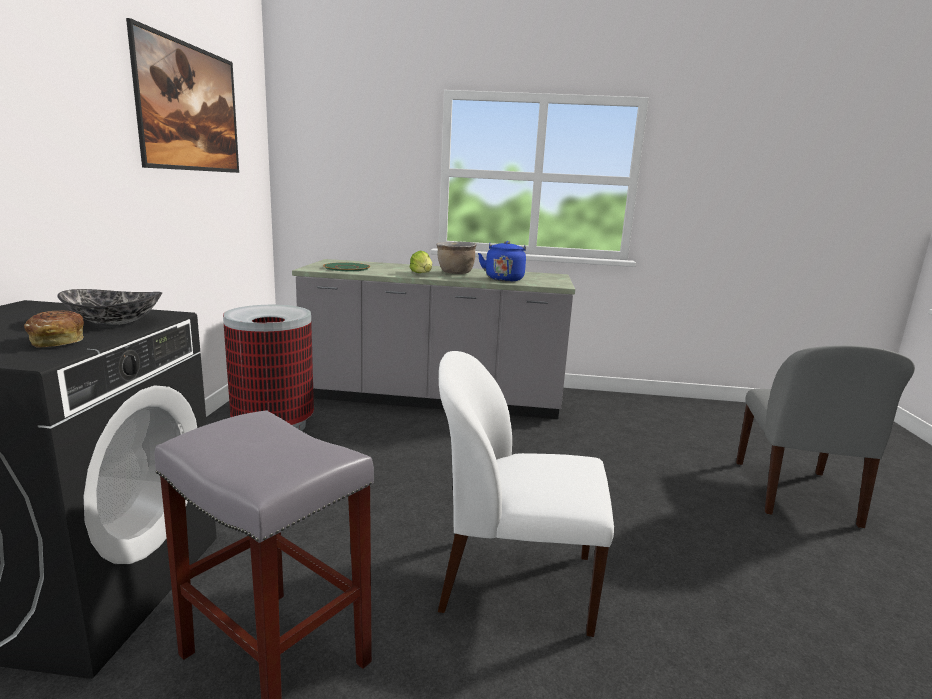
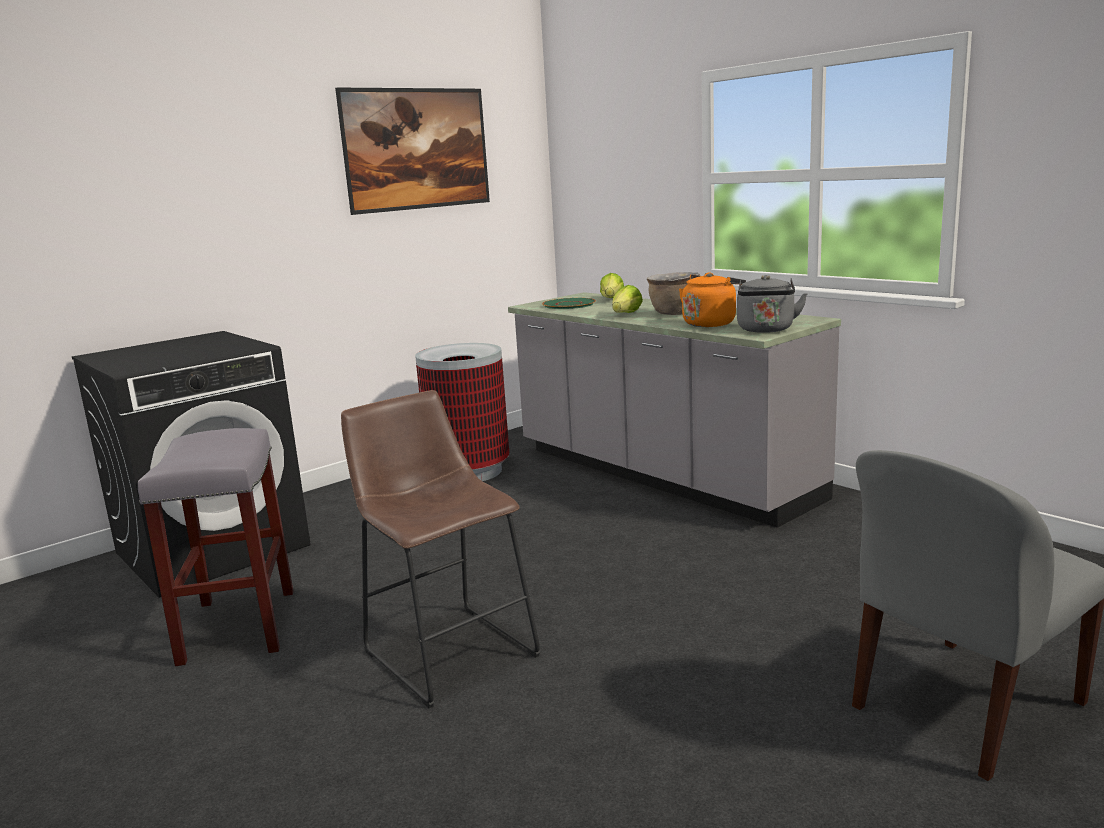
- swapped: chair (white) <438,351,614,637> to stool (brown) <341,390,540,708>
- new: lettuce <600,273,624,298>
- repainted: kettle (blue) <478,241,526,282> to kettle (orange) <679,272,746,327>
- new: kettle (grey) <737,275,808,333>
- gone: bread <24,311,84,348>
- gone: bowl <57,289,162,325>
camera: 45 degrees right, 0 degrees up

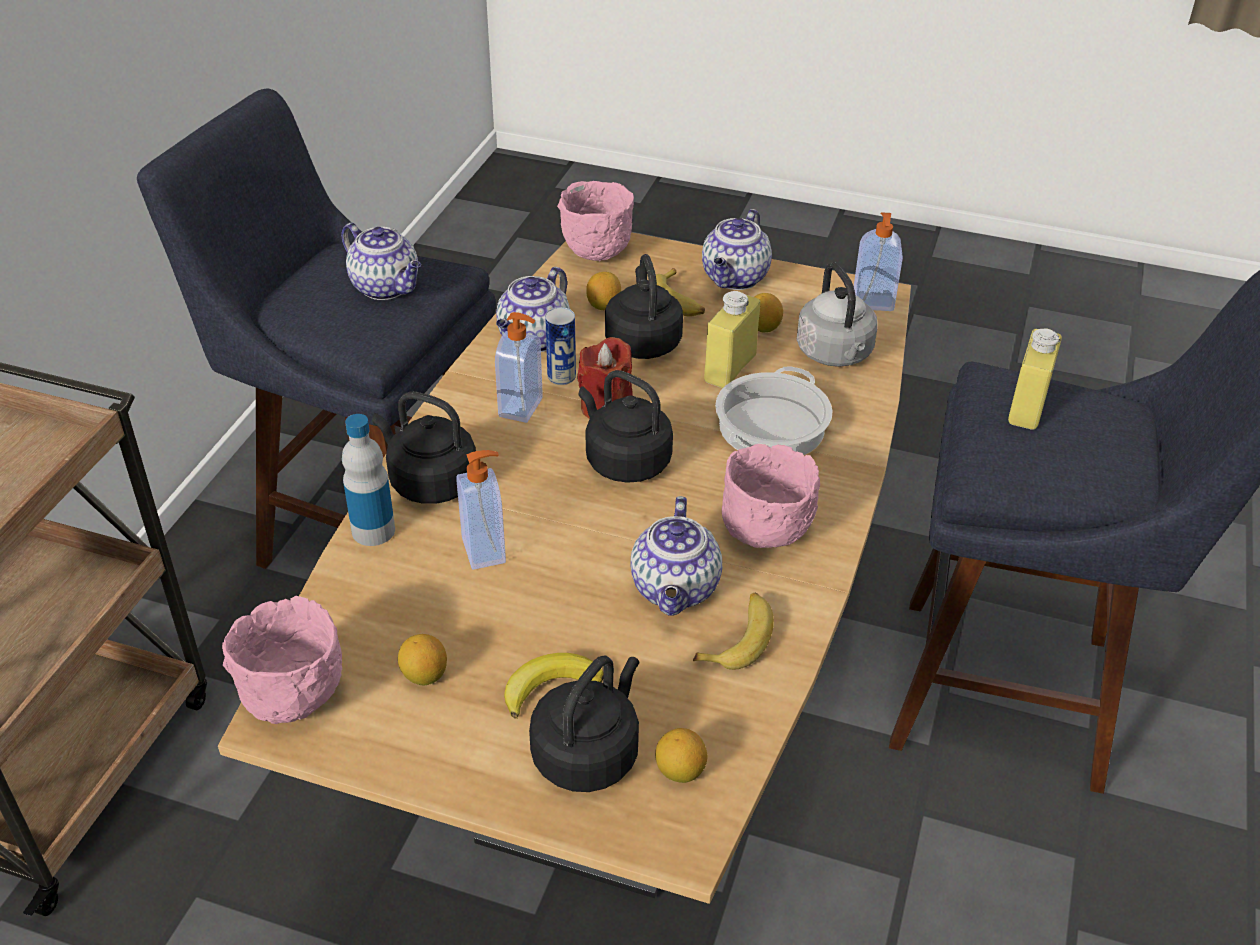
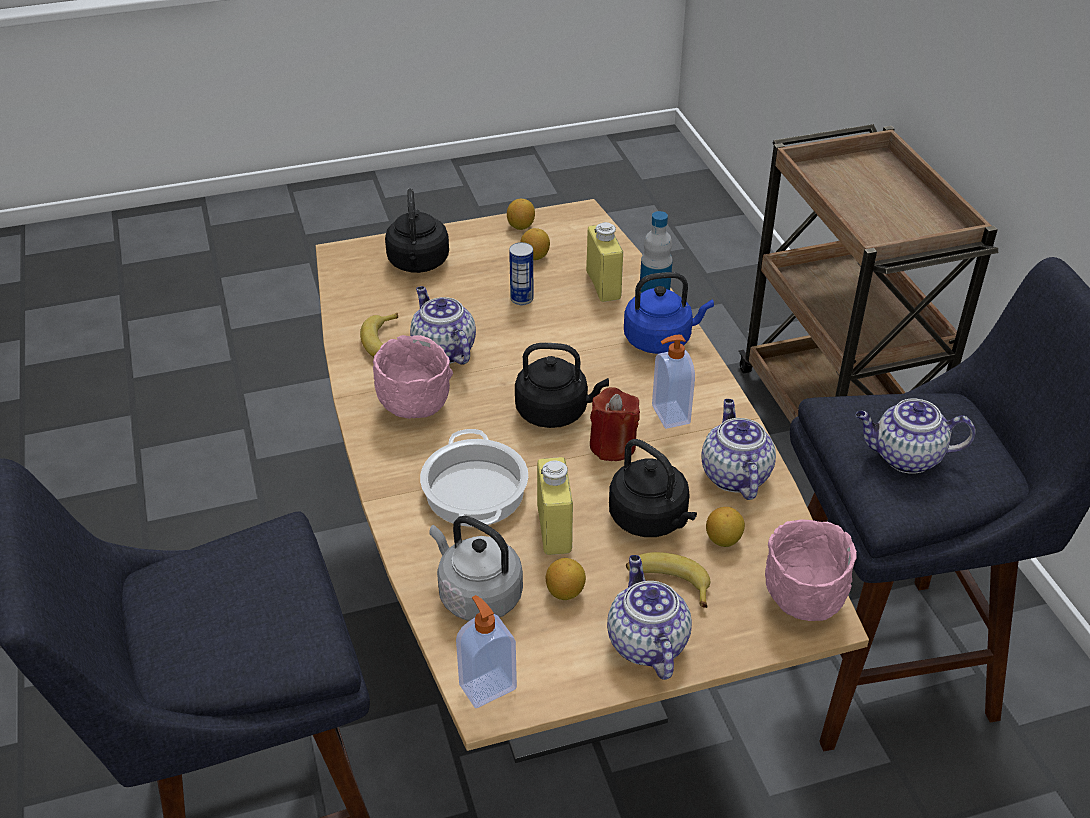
- shifted: lemon <655,728,708,783> to <507,199,535,230>
- shifted: can <545,307,576,385> to <509,242,534,305>
- shifted: bottle (yellow) <1008,328,1062,430> to <586,222,623,302>
- repainted: kettle (black) <372,391,476,504> to kettle (blue) <624,272,714,354>
- gone: bowl (pink) <222,596,342,724>
- gone: soap dispenser <456,450,506,570>
- gone: banana <504,653,604,719>
camera: 145 degrees right, 0 degrees up

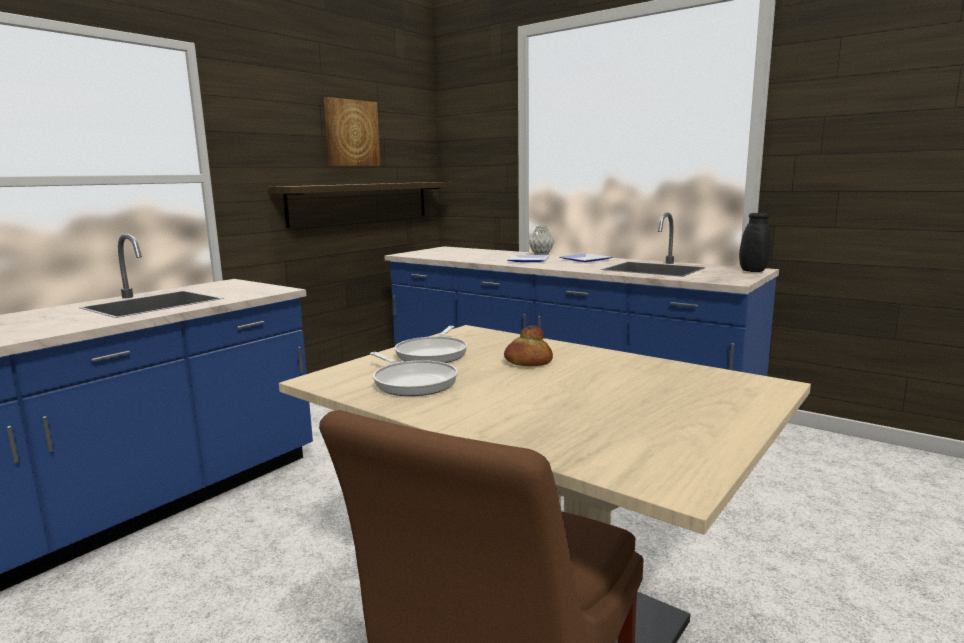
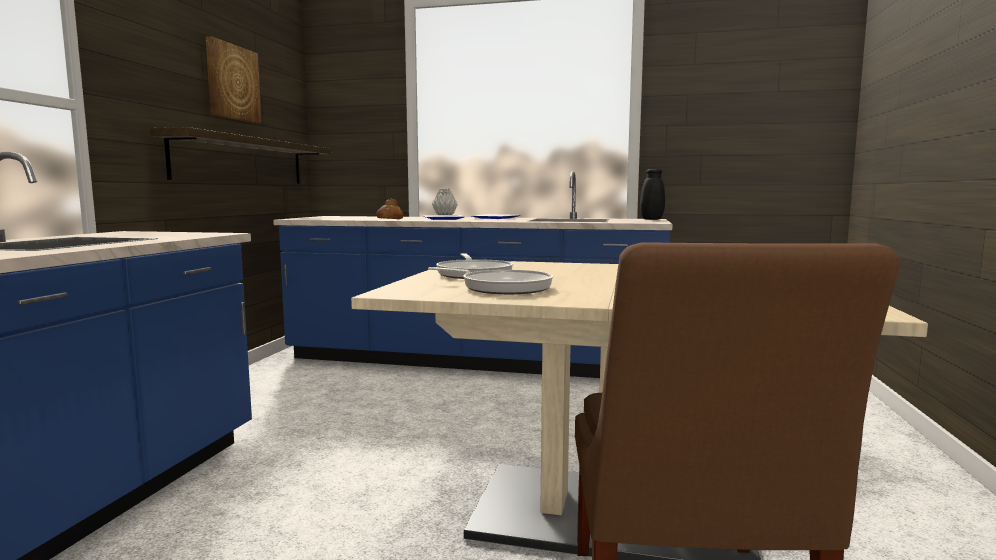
- shifted: bread <504,325,553,366> to <376,199,404,219>
camera: 25 degrees left, 5 degrees down

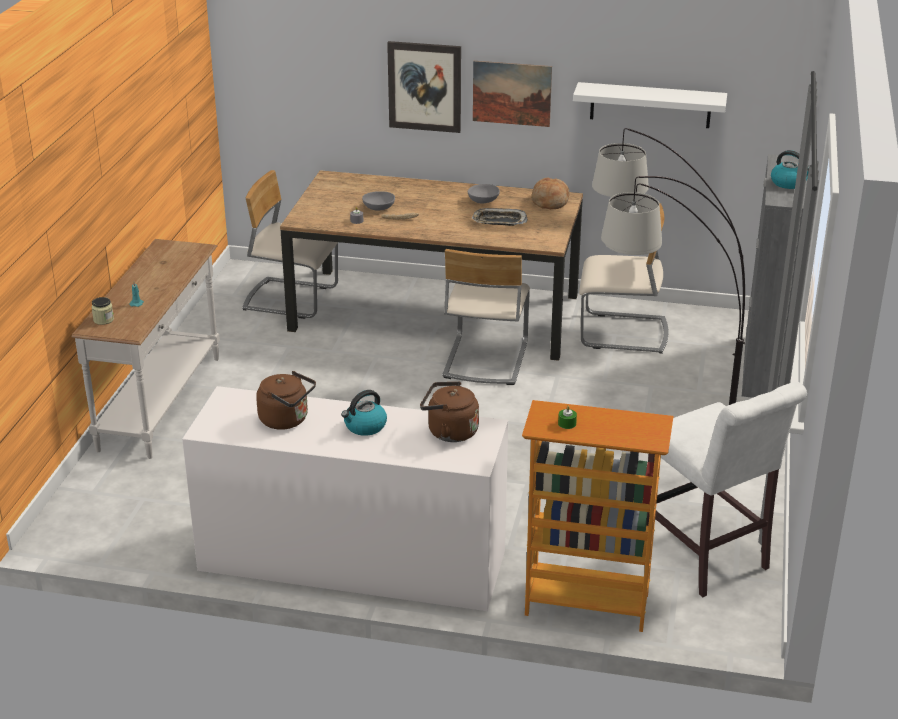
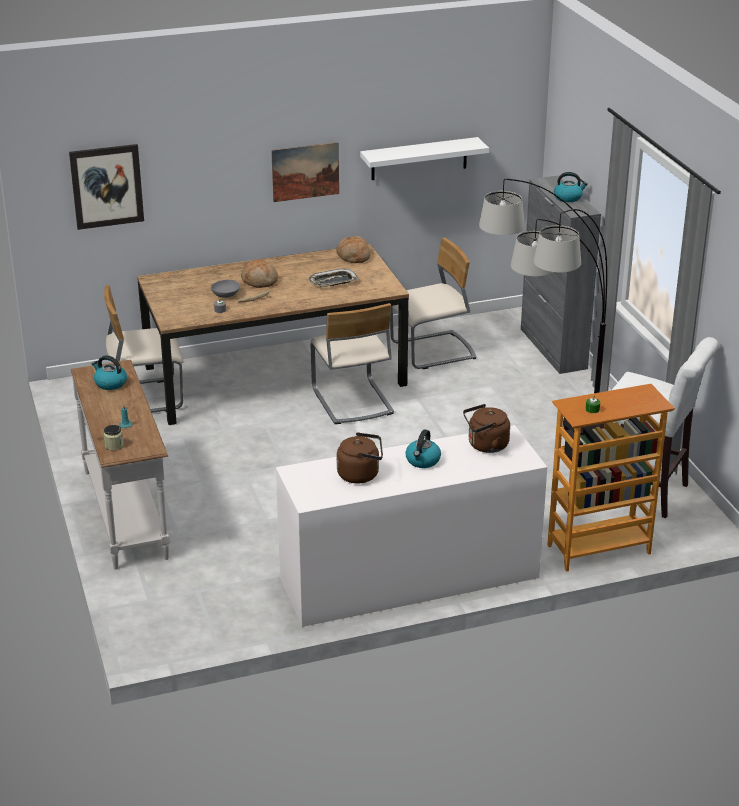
- shifted: picture <387,41,461,133> to <69,144,144,230>
- new: kettle <92,355,127,390>
- new: bread <241,259,278,288>
- gone: bowl (grey) <468,184,500,203>
camera: 30 degrees left, 0 degrees up

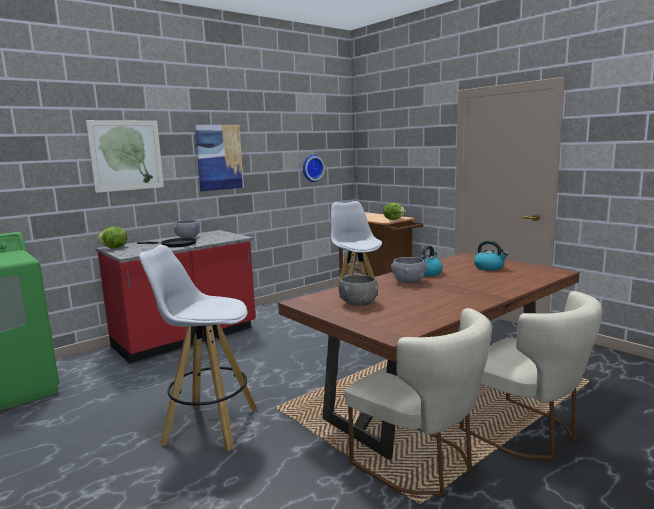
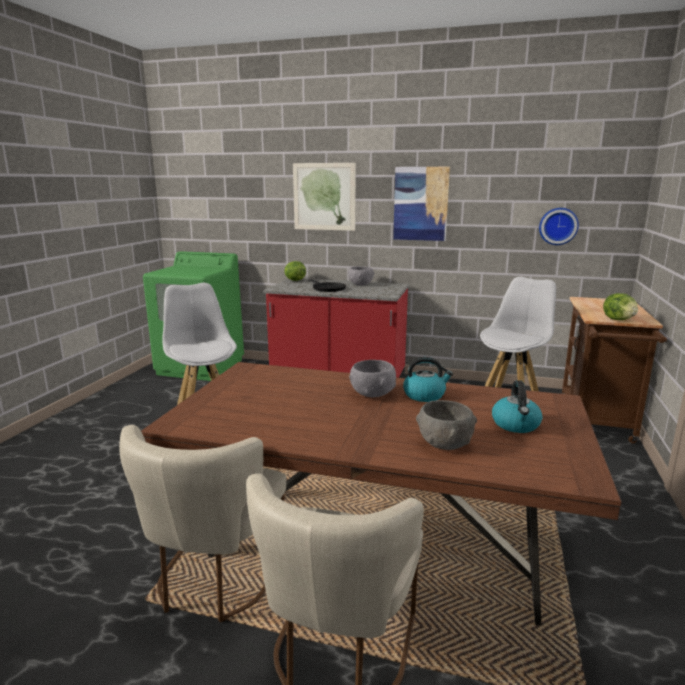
- shifted: bowl (grey) <338,275,378,306> to <416,400,477,450>
camera: 55 degrees right, 5 degrees up

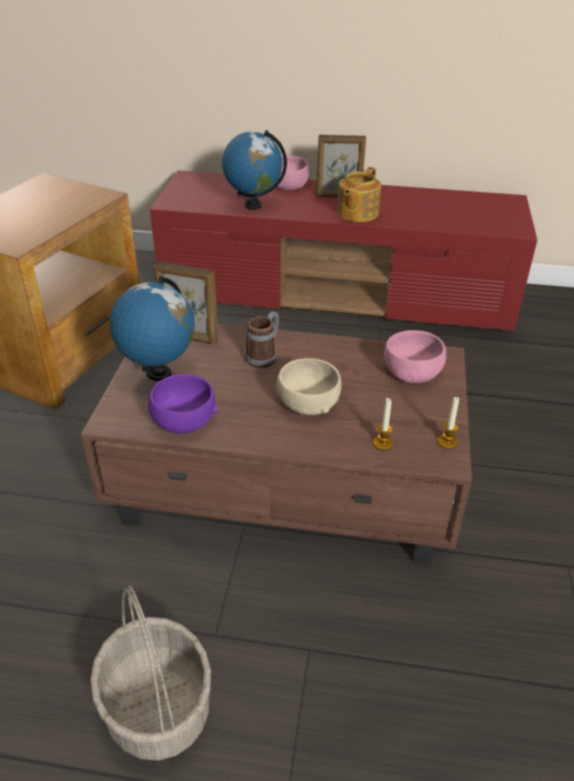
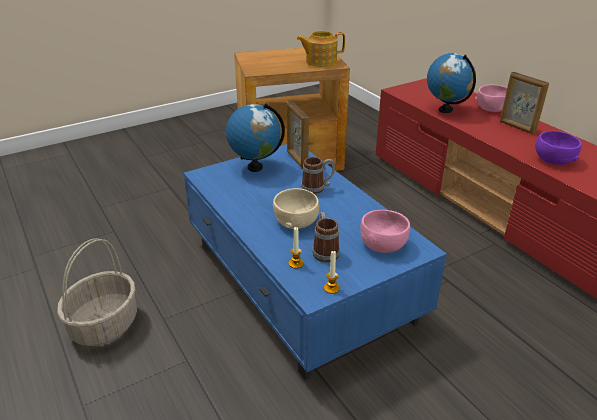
- repainted: coffee table (brown) <81,324,472,565> to coffee table (blue) <184,144,447,380>
- shifted: teapot <337,167,381,222> to <296,31,345,67>
- new: mug <312,212,340,262>
- shifted: bowl (purple) <148,374,218,434> to <535,131,582,165>
camera: 50 degrees right, 5 degrees down

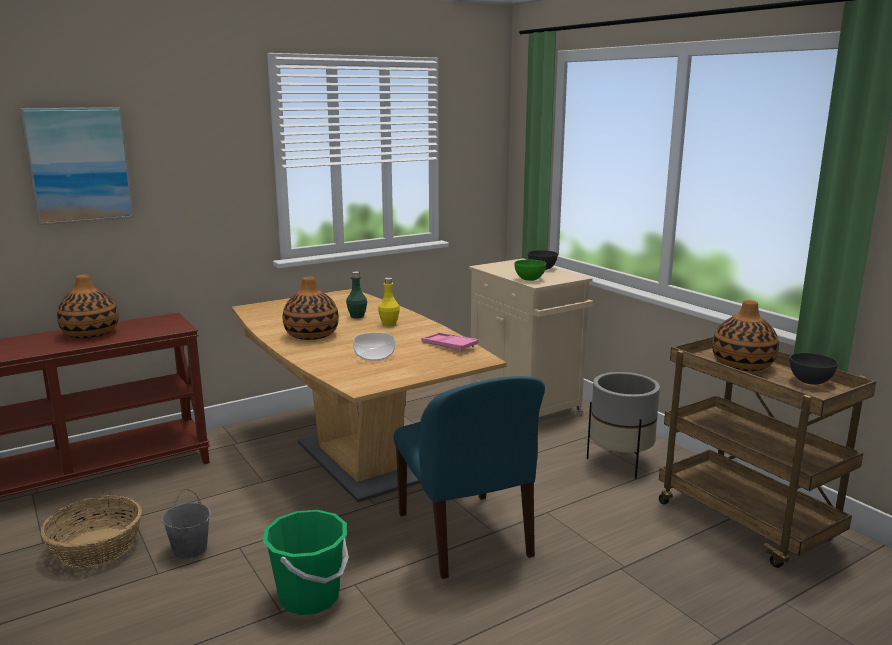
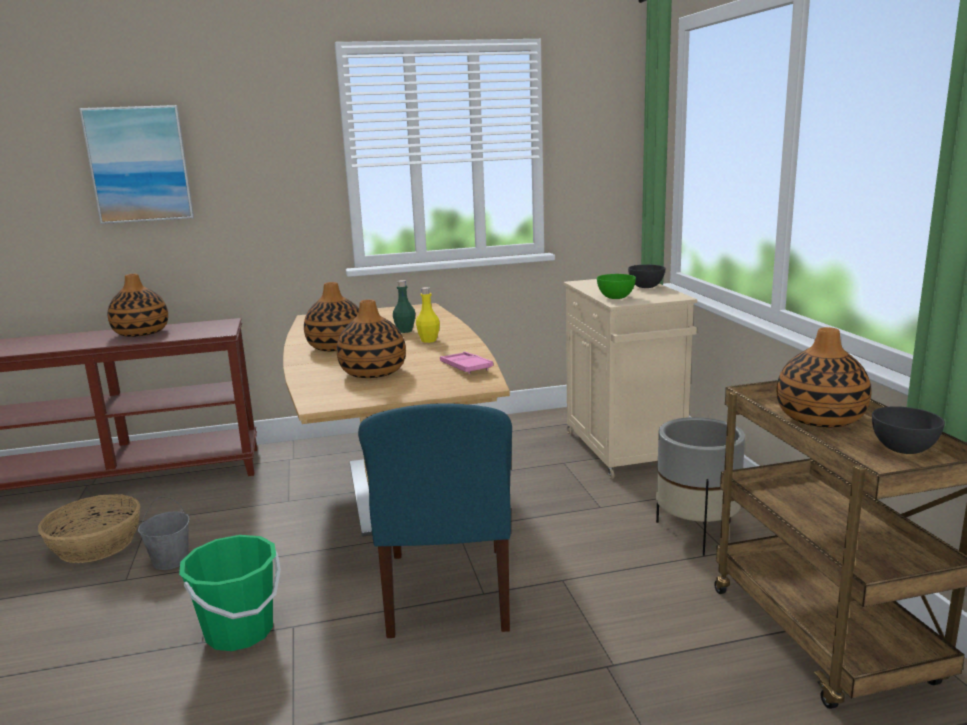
- swapped: bowl <353,333,395,361> to vase <337,300,406,378>
camera: 20 degrees right, 0 degrees up

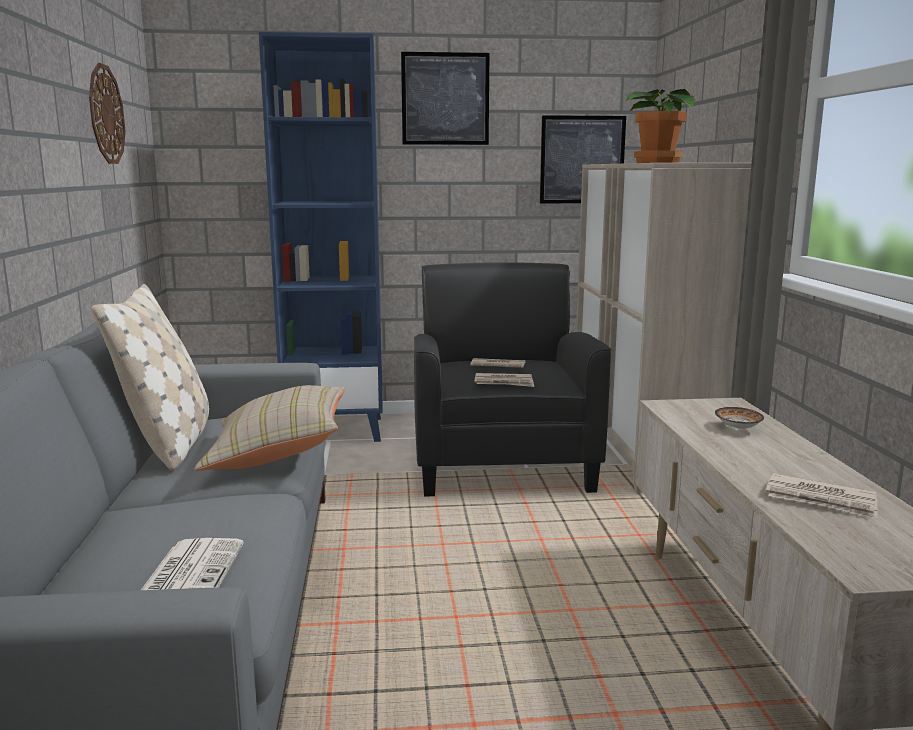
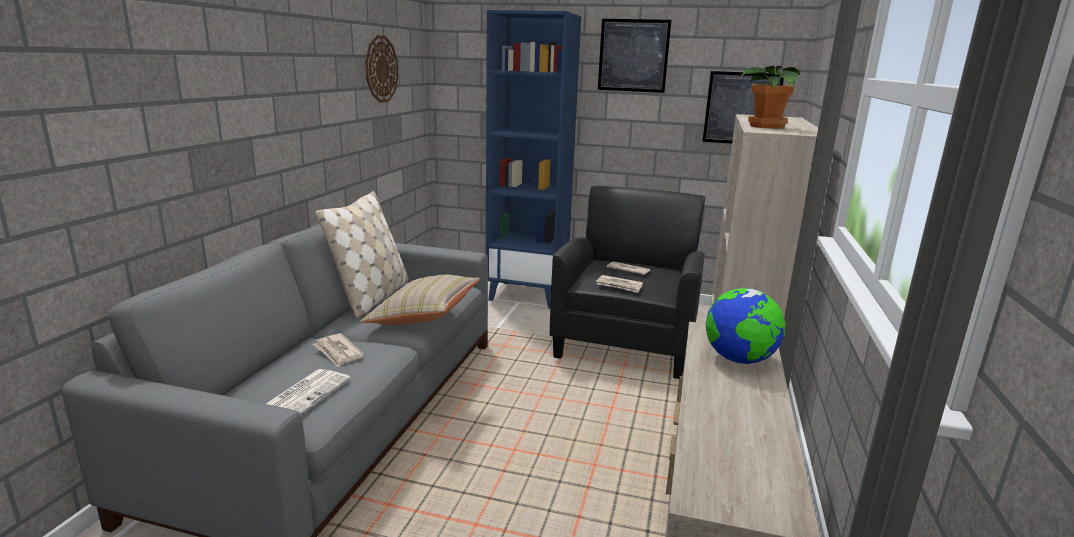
- shifted: newspaper <766,473,878,519> to <313,333,364,367>
- swapped: bowl <715,407,764,429> to globe <706,288,785,364>
camera: 20 degrees right, 5 degrees up

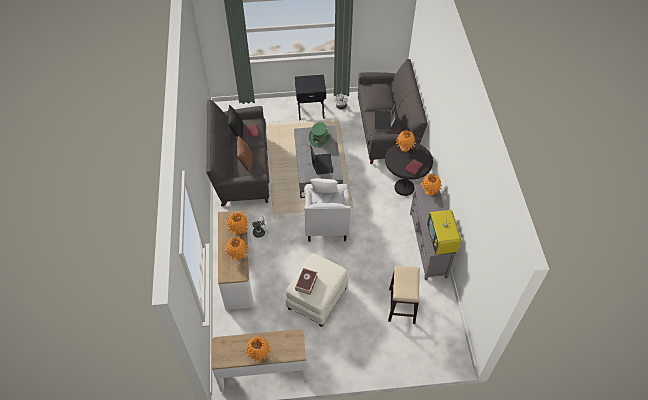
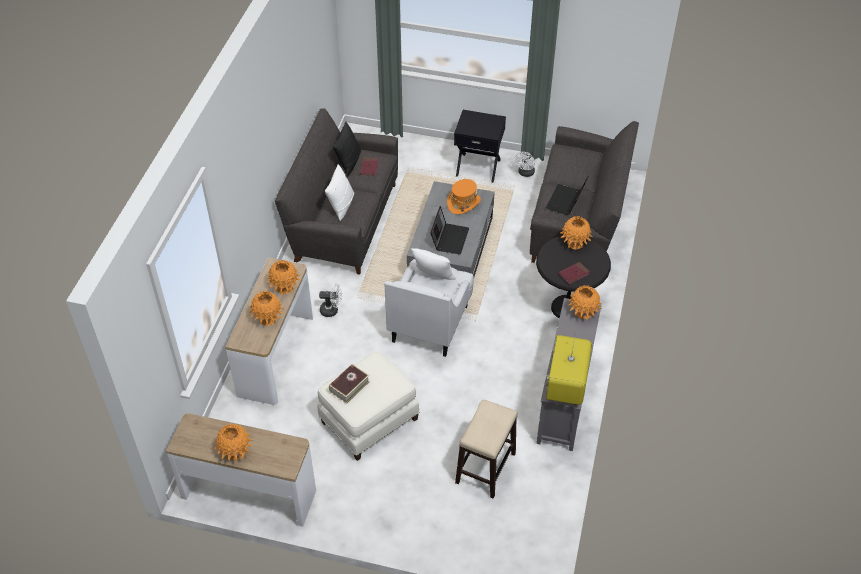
- repainted: pillow (brown) <237,136,253,172> to pillow (white) <325,164,354,221>
- repainted: hat (green) <309,122,330,147> to hat (orange) <447,179,481,214>
camera: 20 degrees right, 5 degrees down

